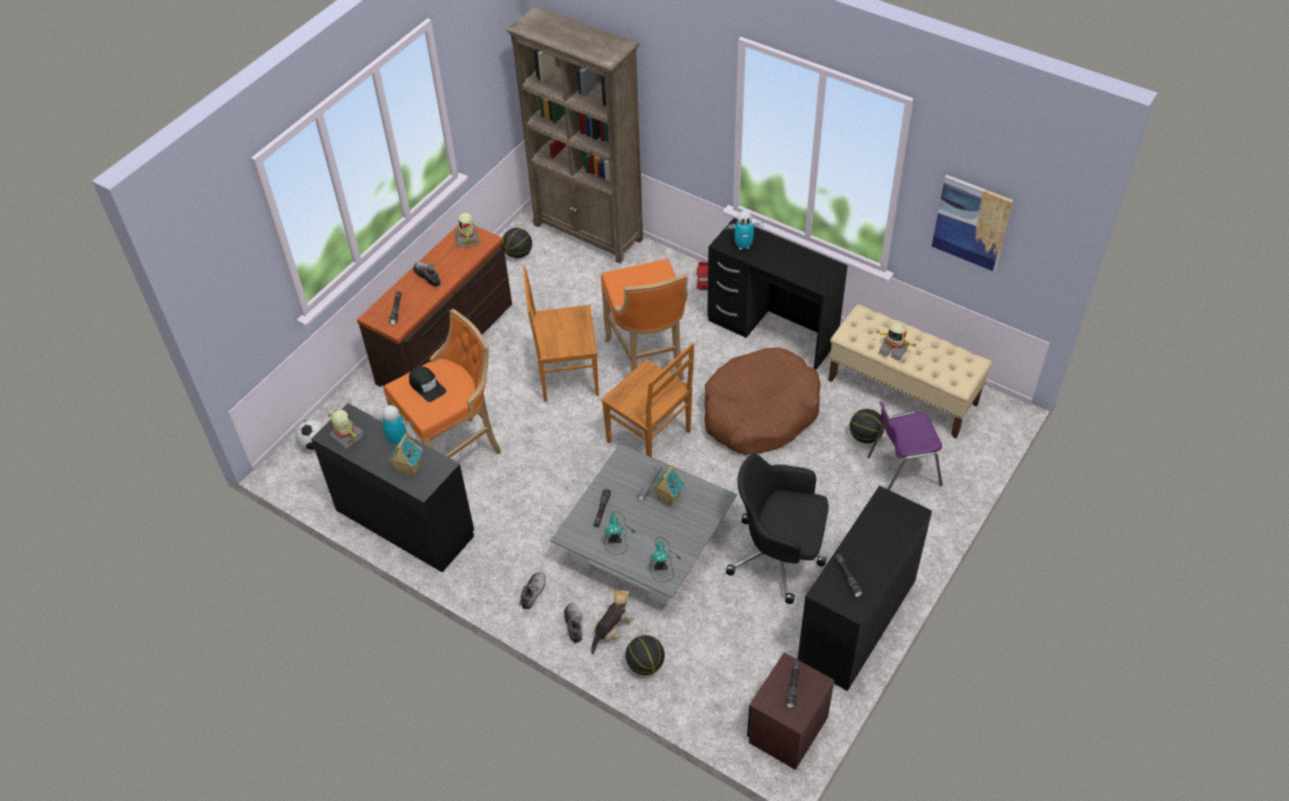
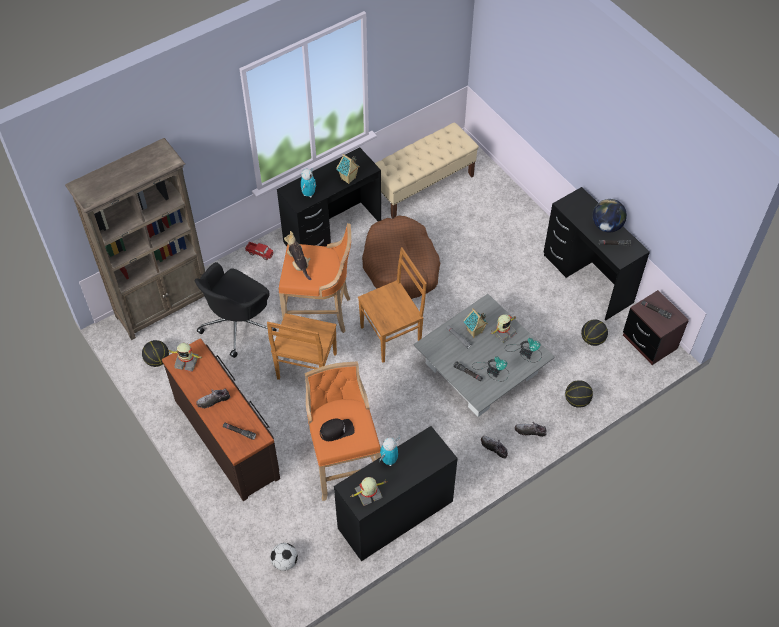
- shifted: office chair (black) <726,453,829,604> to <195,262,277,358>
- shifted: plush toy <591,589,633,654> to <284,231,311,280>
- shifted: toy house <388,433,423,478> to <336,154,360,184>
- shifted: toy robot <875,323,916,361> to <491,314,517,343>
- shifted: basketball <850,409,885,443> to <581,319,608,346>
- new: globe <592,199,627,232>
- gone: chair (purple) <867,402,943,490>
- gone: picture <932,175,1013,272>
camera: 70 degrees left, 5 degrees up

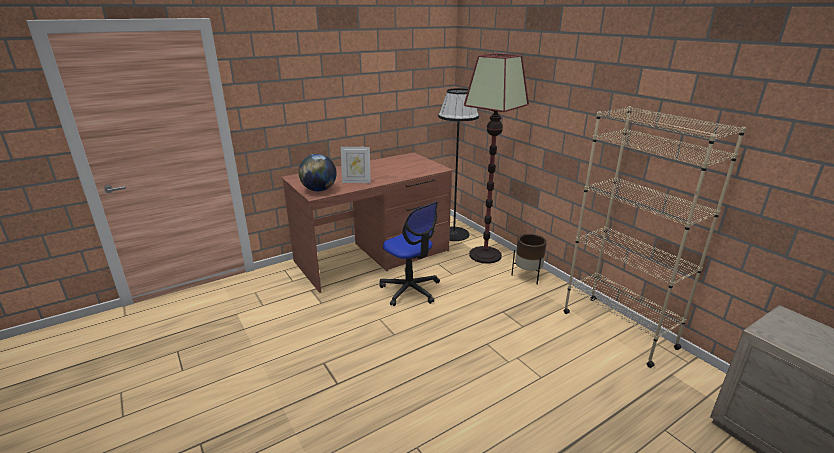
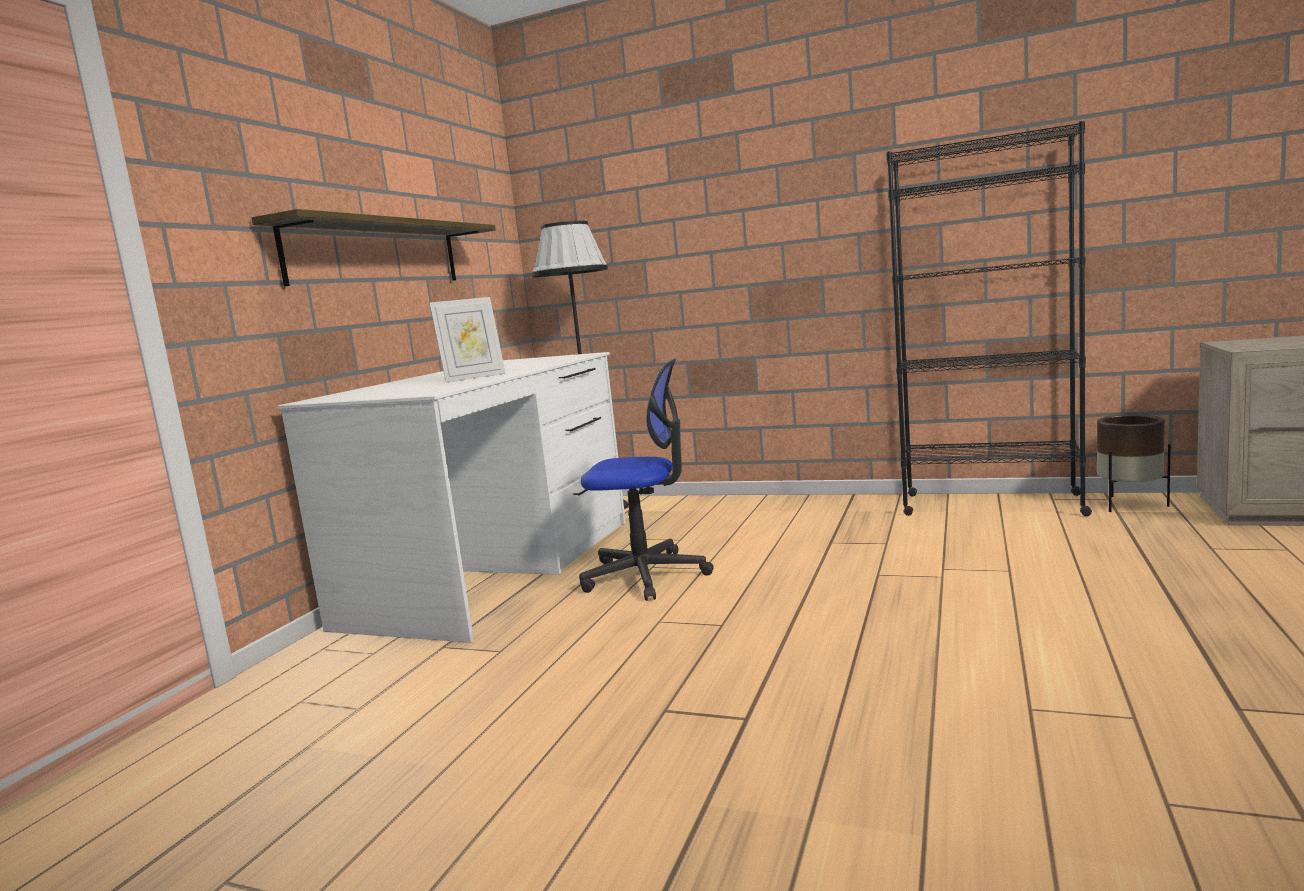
- new: shelf <251,209,495,286>
- repainted: desk (brown) <281,152,453,293> to desk (white) <278,352,626,643>
- repainted: bookcase (beige) <563,106,746,368> to bookcase (black) <886,121,1092,516>
- shifted: planter (brown) <511,234,547,285> to <1097,415,1171,512>
- gone: globe <298,154,337,192>
- gone: floor lamp <464,53,529,264>
camera: 35 degrees left, 15 degrees down

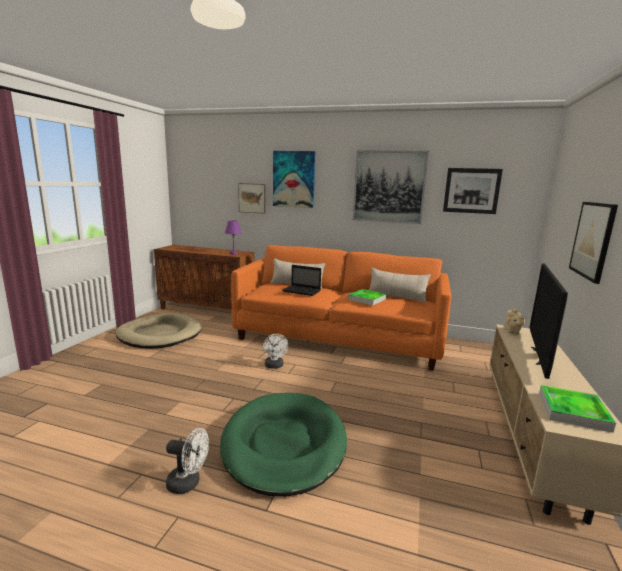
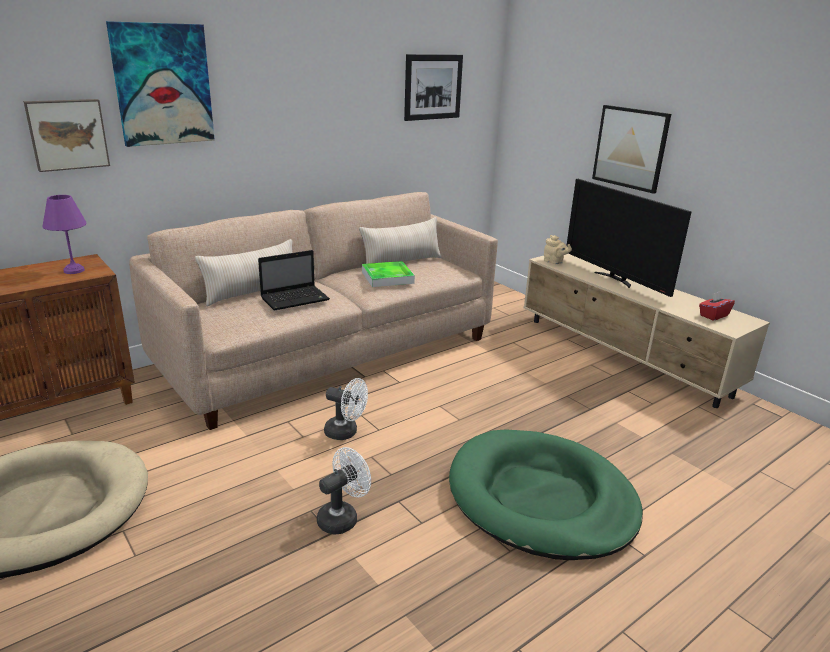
- repainted: sofa (orange) <231,245,451,371> to sofa (beige) <129,192,498,430>
- shifted: fan (white) <166,428,209,494> to <317,447,371,535>
- swapped: tray <539,385,616,433> to tissue box (red) <699,291,735,321>
- gone: picture <353,150,429,224>
camera: 55 degrees left, 10 degrees up

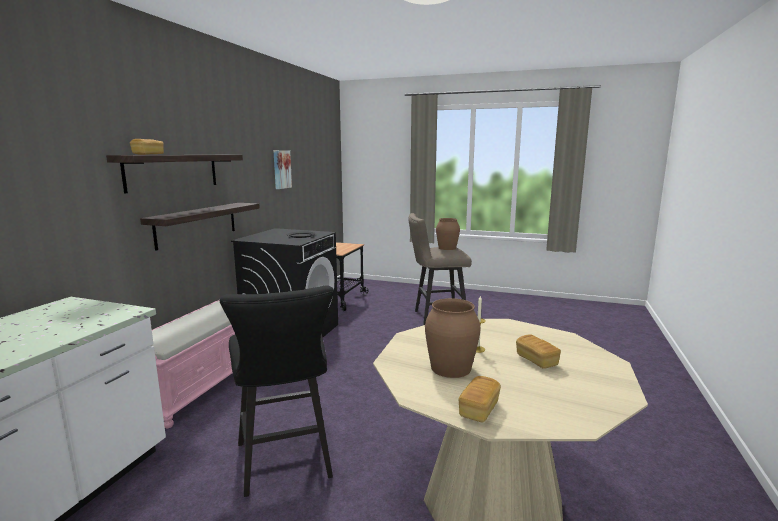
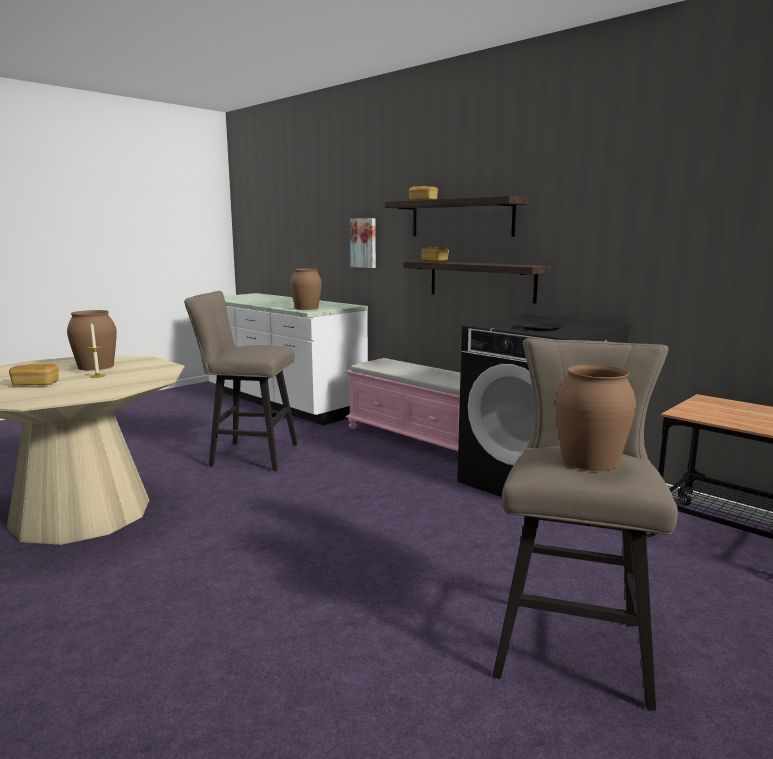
- repainted: stool (black) <220,285,334,497> to stool (beige) <184,291,298,471>
- new: vase (brown) <290,269,322,310>
- shifted: picture <273,150,292,189> to <350,218,376,268>
- shifted: bread <459,376,501,422> to <421,247,449,262>
camera: 115 degrees right, 0 degrees up

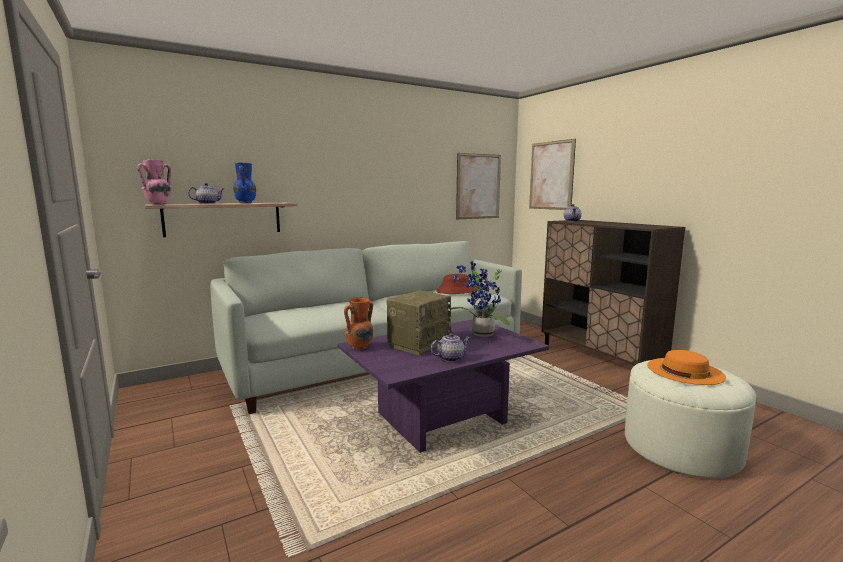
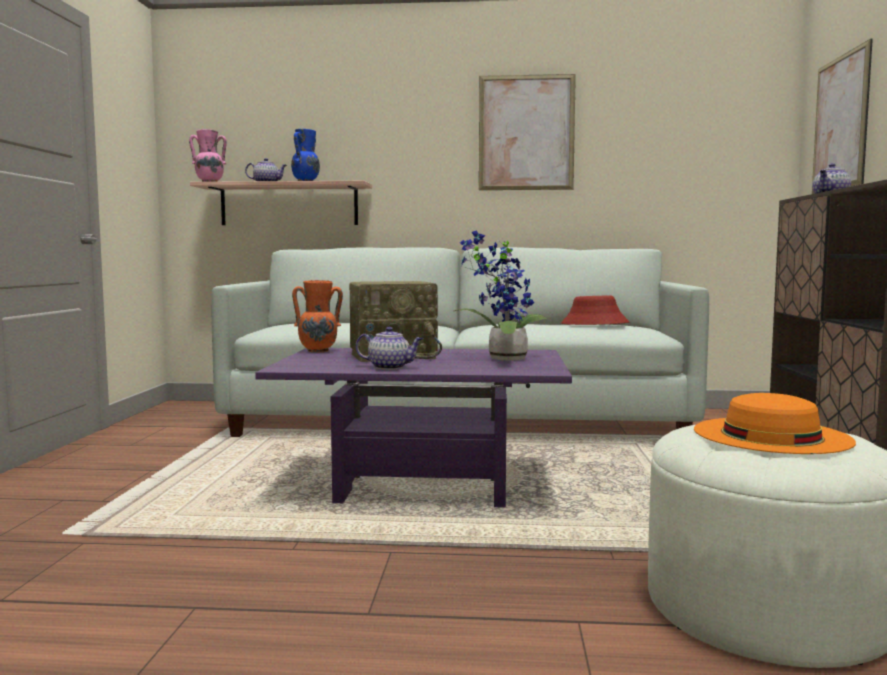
- shifted: picture <456,153,501,219> to <479,74,576,190>
camera: 35 degrees right, 5 degrees down

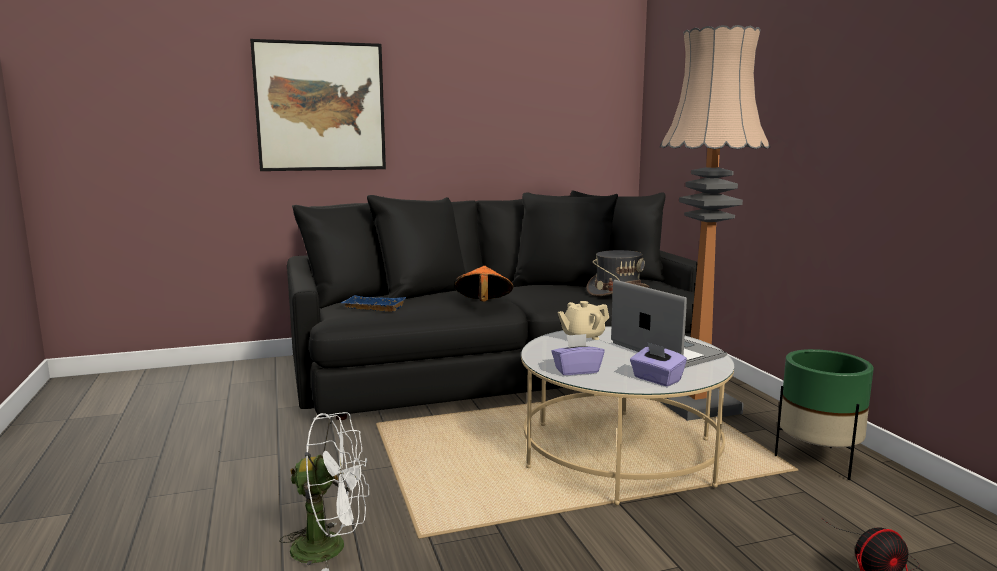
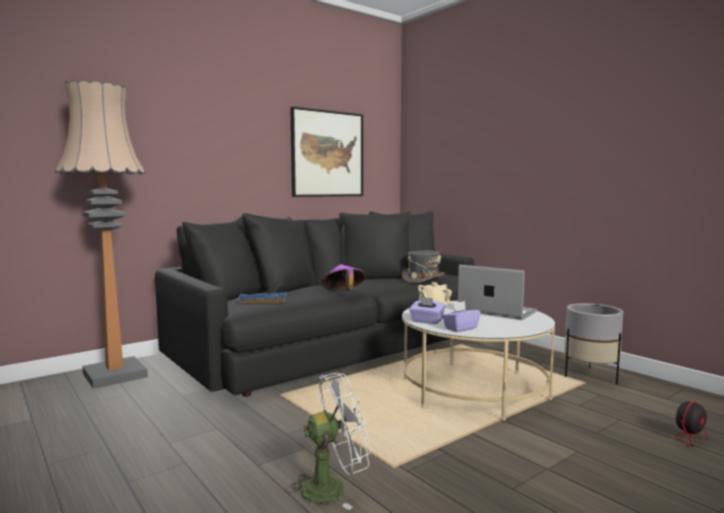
- shifted: floor lamp <660,25,770,421> to <55,80,148,389>
- shifted: picture <250,39,386,171> to <290,107,363,197>
- repainted: hat (orange) <454,266,513,302> to hat (purple) <321,264,365,291>
- shifted: tissue box (purple) <630,342,687,386> to <409,297,446,324>
- repainted: planter (green) <775,349,874,480> to planter (grey) <564,303,623,384>
camera: 20 degrees left, 5 degrees down

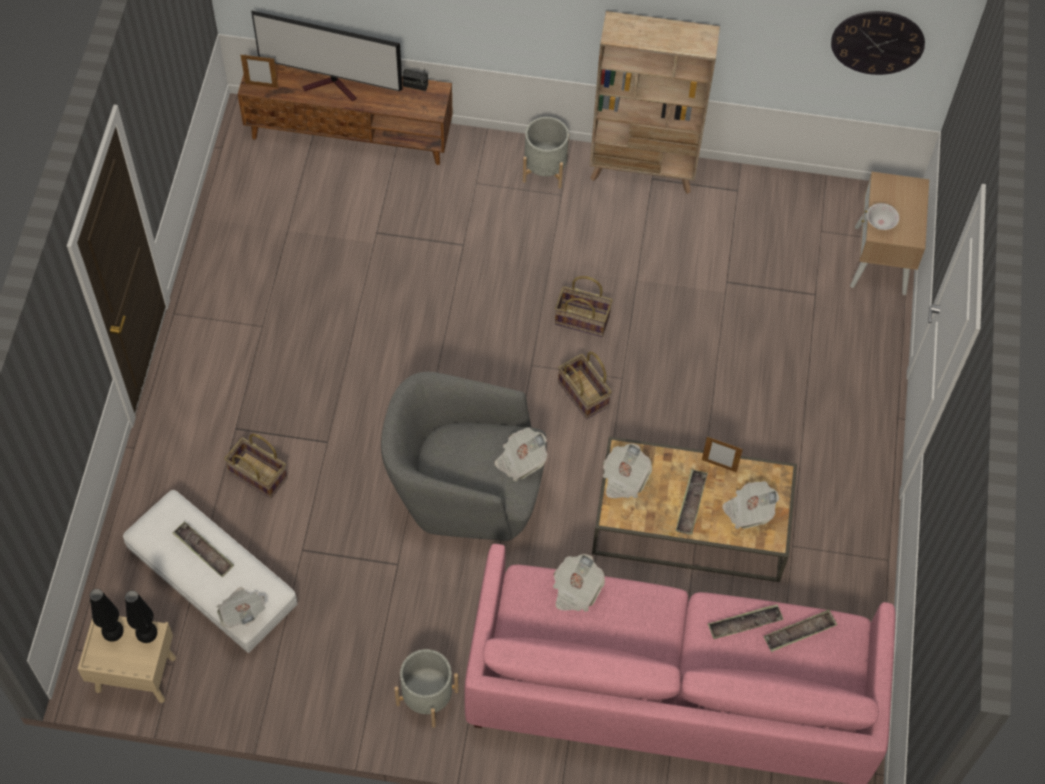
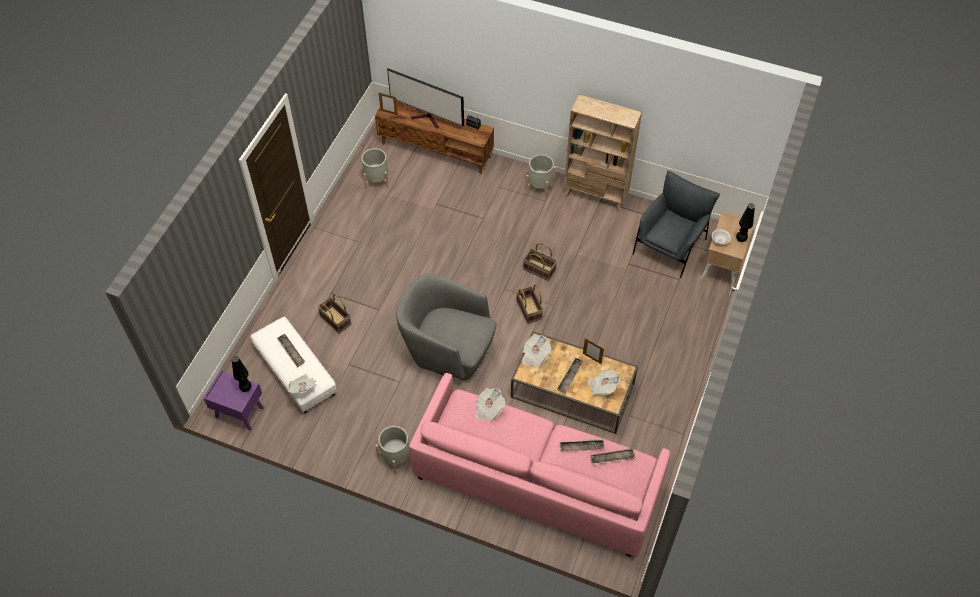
- repainted: nightstand (beige) <78,616,176,703> to nightstand (purple) <203,370,264,430>
- new: planter (grey) <361,148,388,189>
- new: armchair (grey) <632,170,720,278>
- shifted: table lamp (black) <90,589,124,642> to <736,203,755,242>
- gone: newspaper <495,427,548,482>
- gone: wall clock <831,11,925,75>
camera: 15 degrees right, 5 degrees down

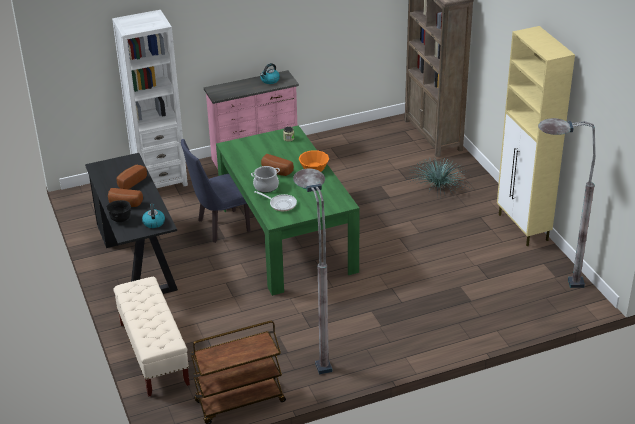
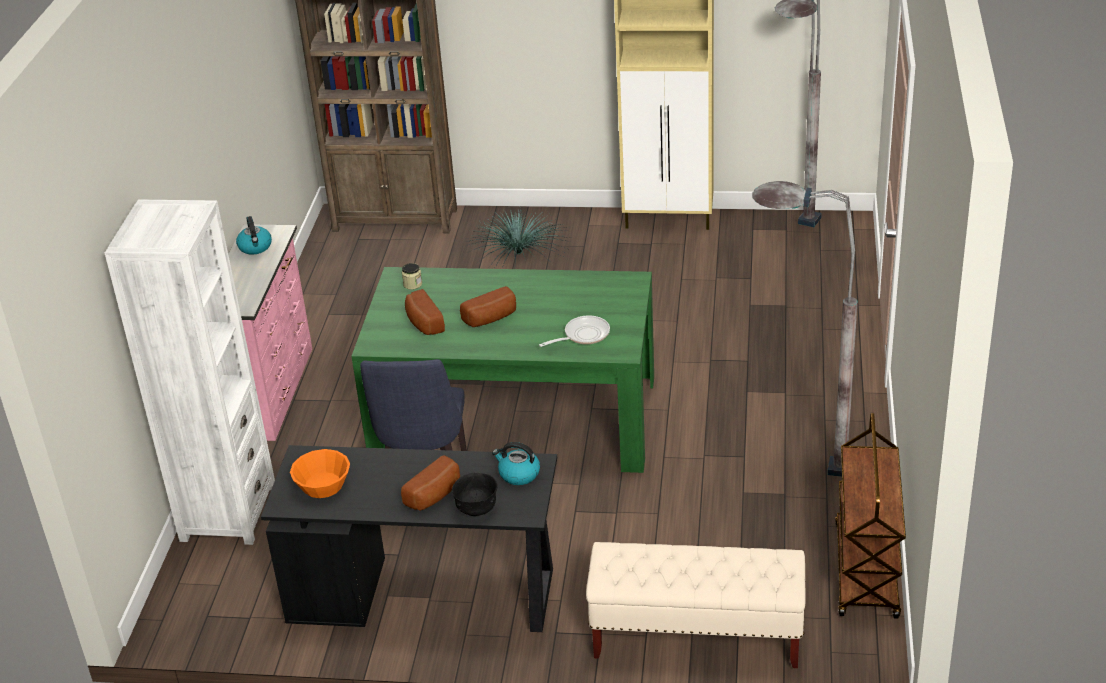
- shifted: bowl (orange) <299,150,329,172> to <290,449,350,498>
- shifted: bread <116,164,147,189> to <405,289,445,335>
- gone: cooking pot <251,166,280,193>
camera: 60 degrees left, 0 degrees up

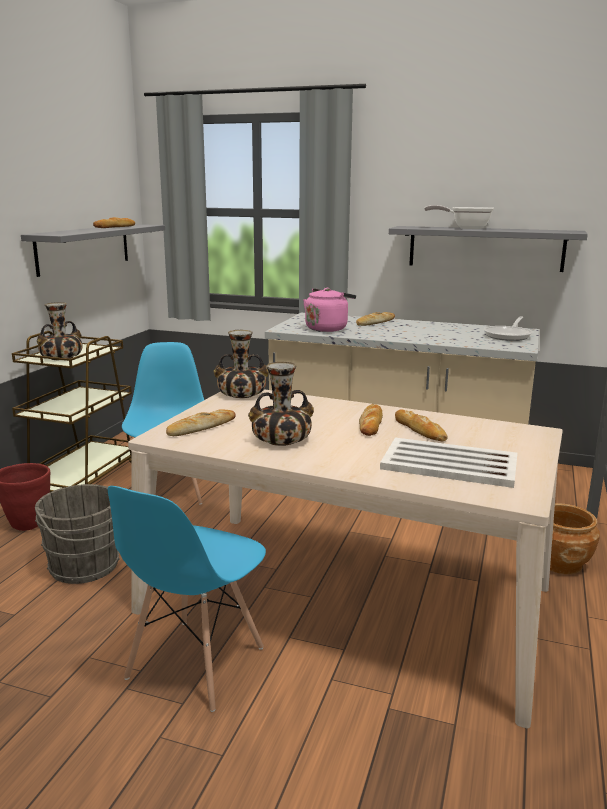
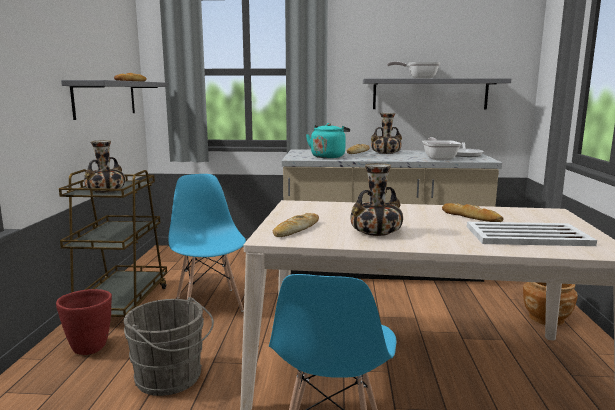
- repainted: kettle (pink) <303,288,356,332> to kettle (turquoise) <306,123,350,158>
- shifted: vase <213,330,269,398> to <371,113,402,154>
- new: frying pan <422,137,462,160>
- gone: bread <359,404,383,436>
camera: 15 degrees left, 5 degrees down

